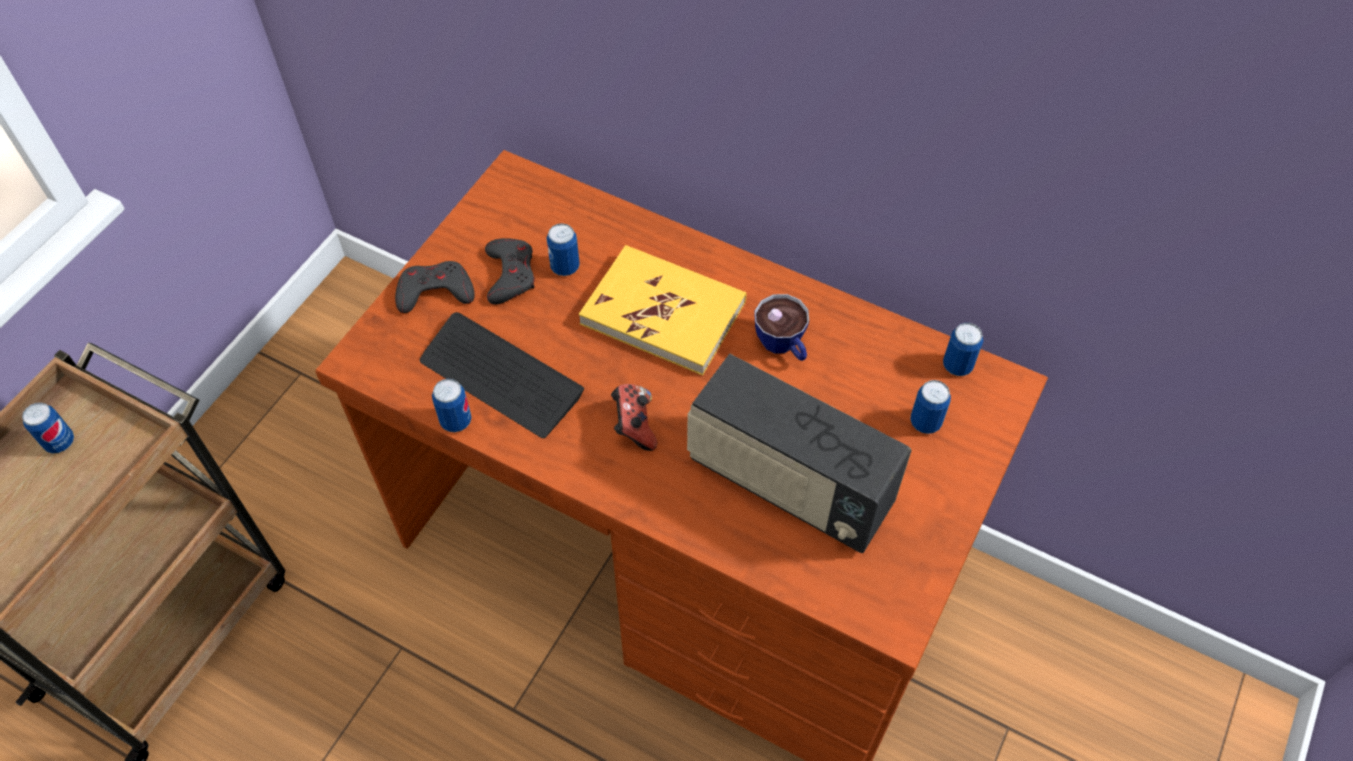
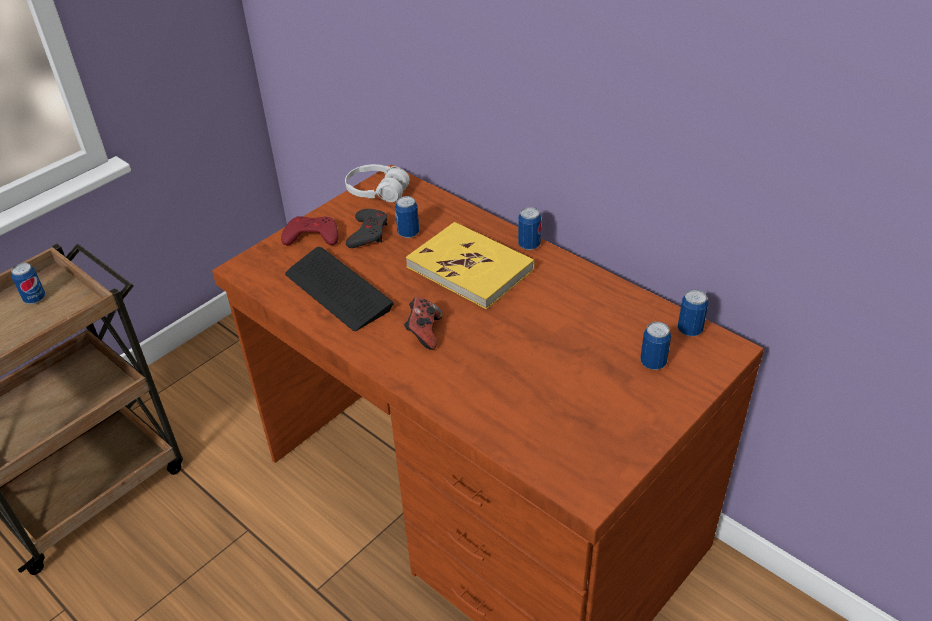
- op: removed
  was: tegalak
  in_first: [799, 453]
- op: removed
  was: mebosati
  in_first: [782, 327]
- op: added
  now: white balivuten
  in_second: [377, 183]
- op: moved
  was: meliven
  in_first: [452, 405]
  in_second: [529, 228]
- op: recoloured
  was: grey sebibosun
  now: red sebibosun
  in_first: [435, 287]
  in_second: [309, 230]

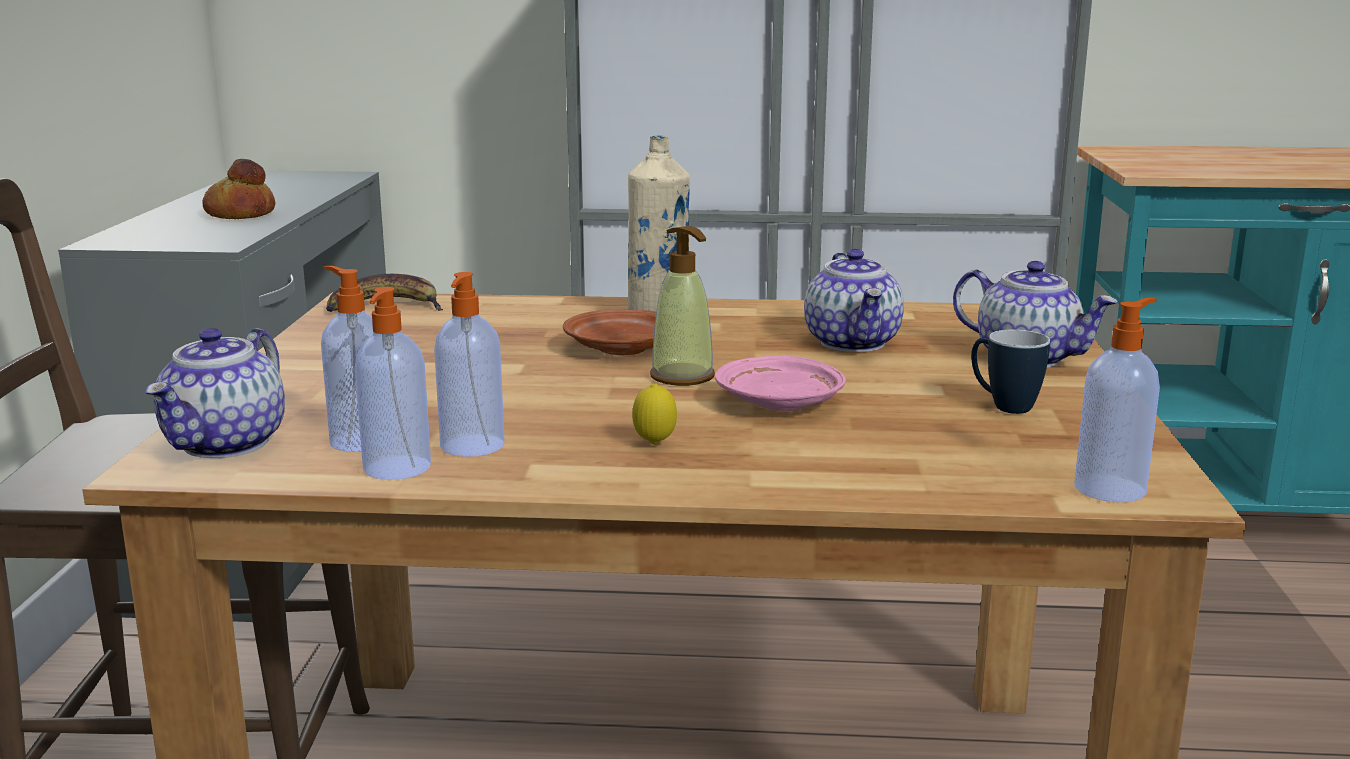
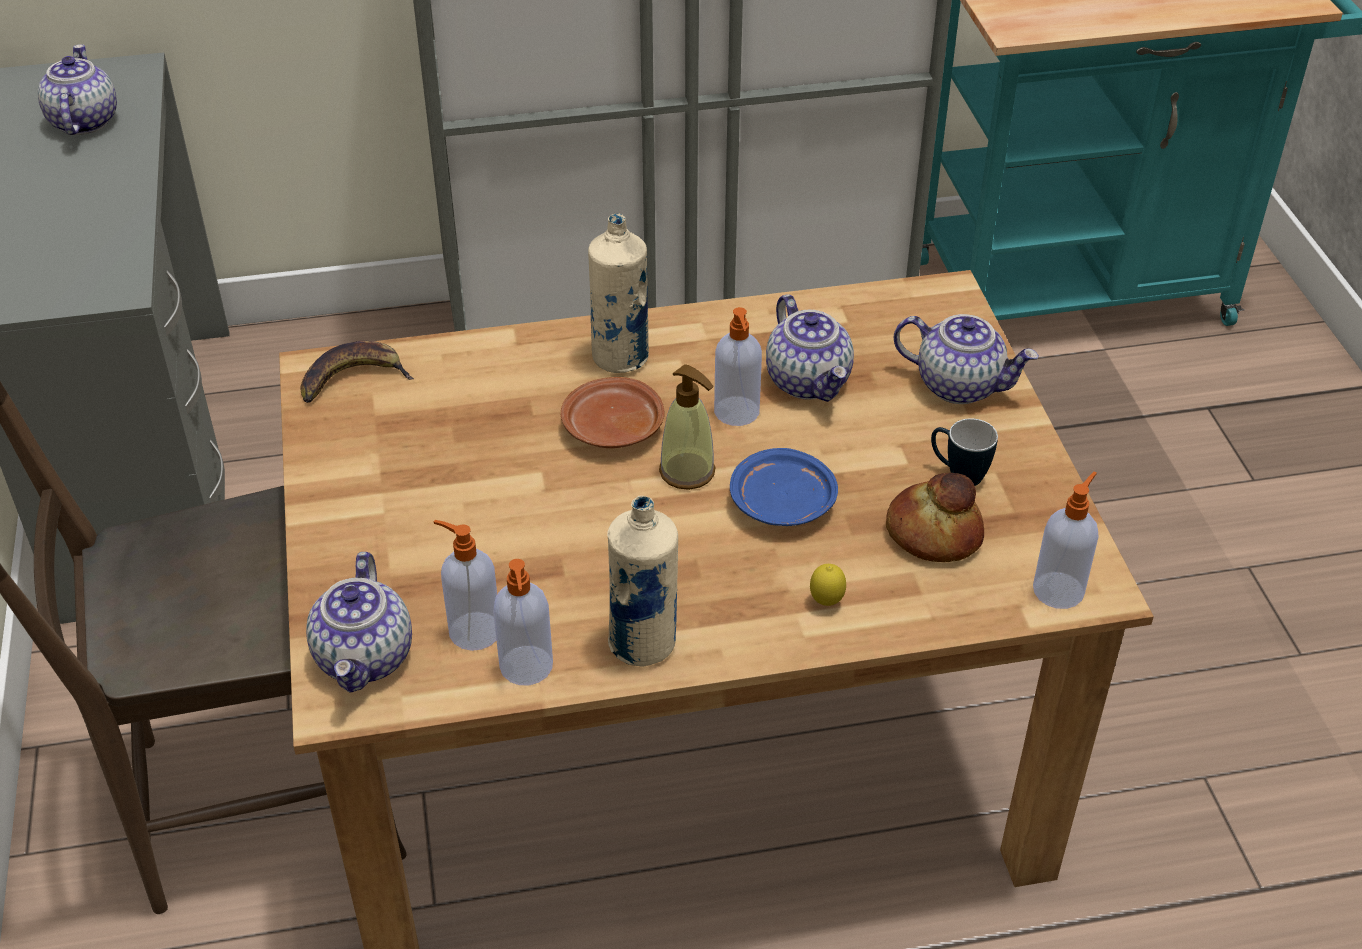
- op: added
  now: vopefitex
  in_second: [77, 89]
- op: added
  now: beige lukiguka
  in_second: [642, 581]
- op: moved
  was: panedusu
  in_first: [238, 189]
  in_second: [935, 517]
- op: moved
  was: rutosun
  in_first: [469, 364]
  in_second: [738, 366]
- op: moved
  was: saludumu
  in_first: [654, 414]
  in_second: [828, 585]
- op: recoloured
  was: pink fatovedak
  now: blue fatovedak
  in_first: [780, 383]
  in_second: [784, 487]

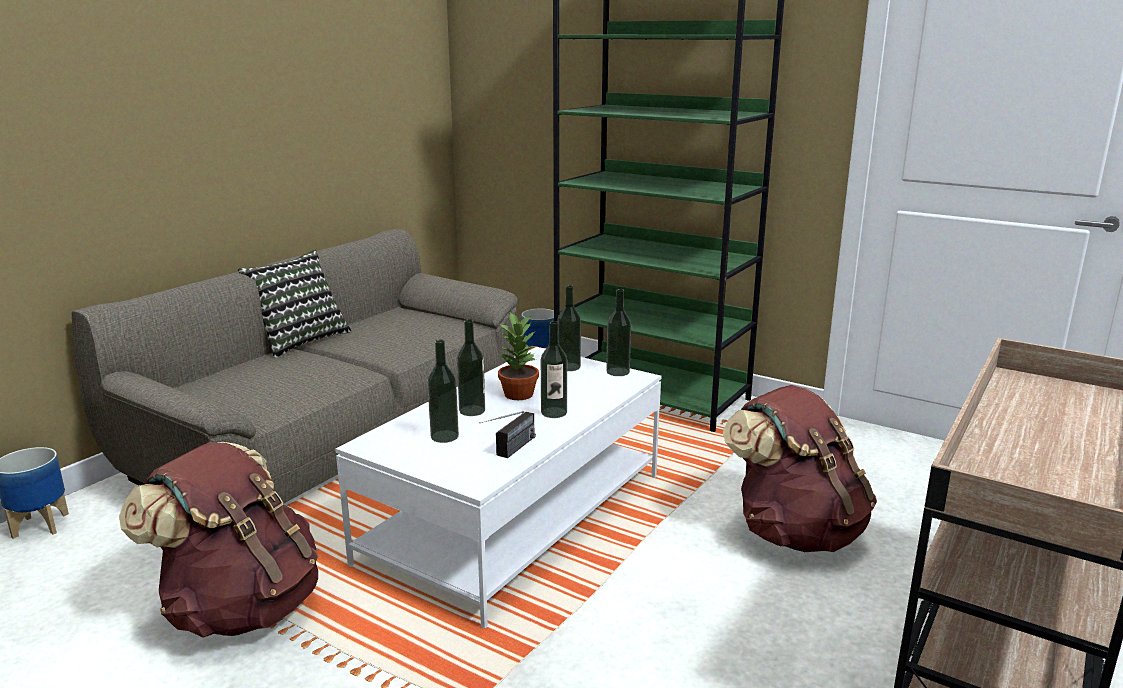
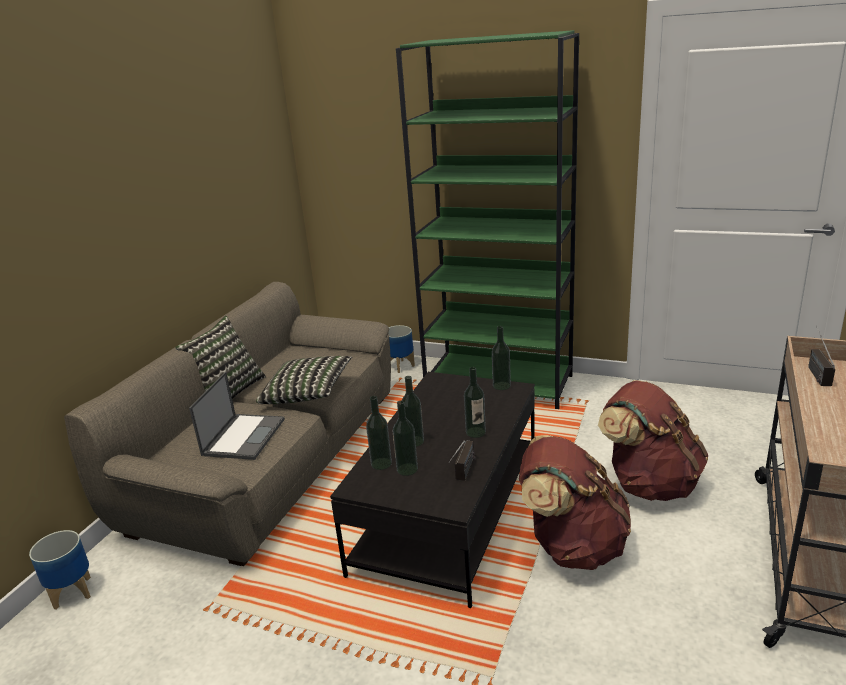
- op: removed
  was: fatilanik
  in_first: [518, 356]
- op: added
  now: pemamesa
  in_second: [237, 416]
- op: added
  now: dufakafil
  in_second: [304, 380]
- op: added
  now: tegalak
  in_second: [821, 356]
- op: moved
  was: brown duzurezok
  in_first: [218, 540]
  in_second: [575, 502]
- op: moved
  was: lukiguka
  in_first: [569, 328]
  in_second: [379, 433]
- op: recoloured
  was: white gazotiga
  now: black gazotiga
  in_first: [498, 487]
  in_second: [432, 490]

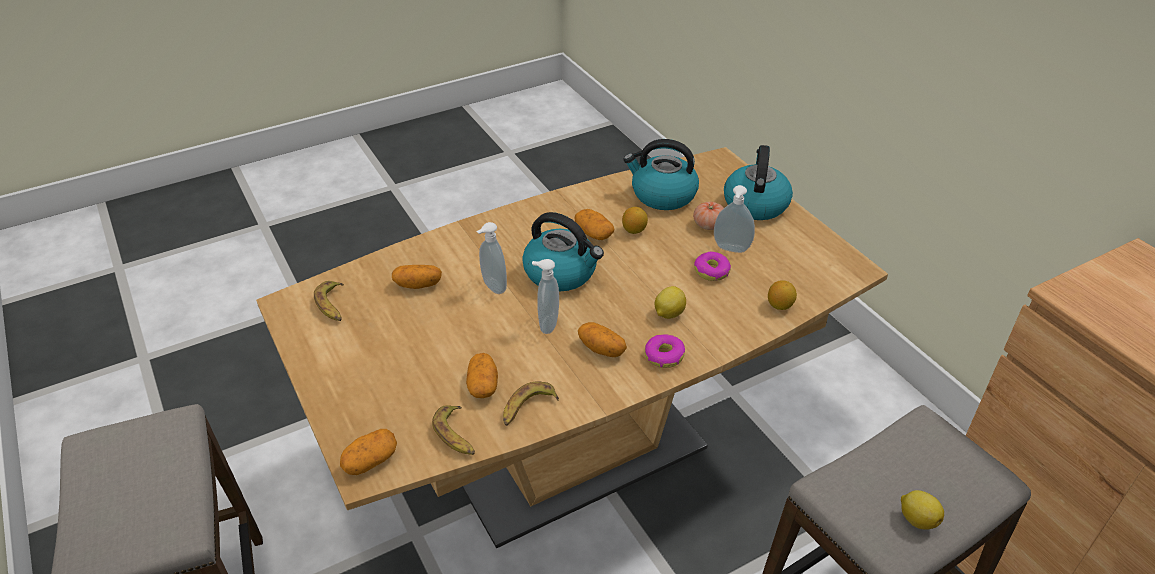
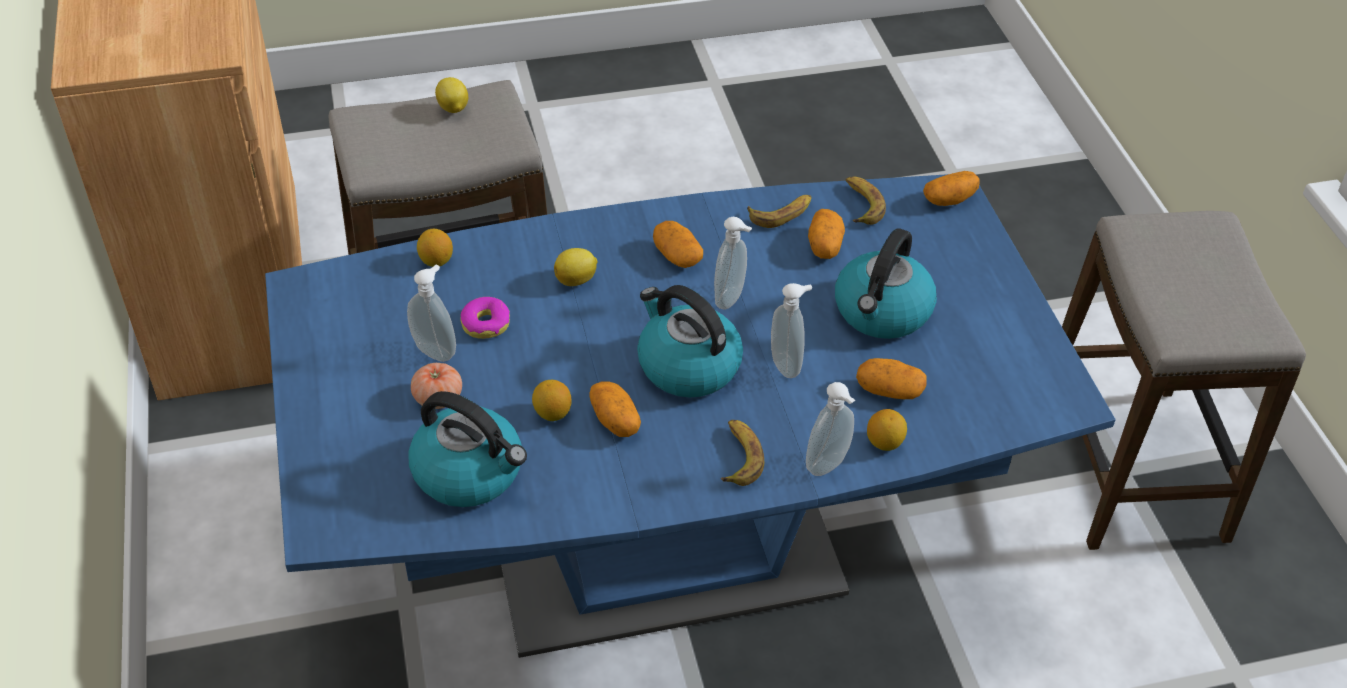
- op: removed
  was: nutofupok
  in_first: [665, 351]
- op: added
  now: rutosun
  in_second: [830, 429]
- op: added
  now: saludumu
  in_second: [887, 430]
- op: moved
  was: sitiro
  in_first: [329, 301]
  in_second: [742, 453]
- op: moved
  was: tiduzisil
  in_first: [758, 182]
  in_second: [886, 283]
- op: recoloured
  was: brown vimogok
  now: blue vimogok
  in_first: [572, 347]
  in_second: [690, 416]

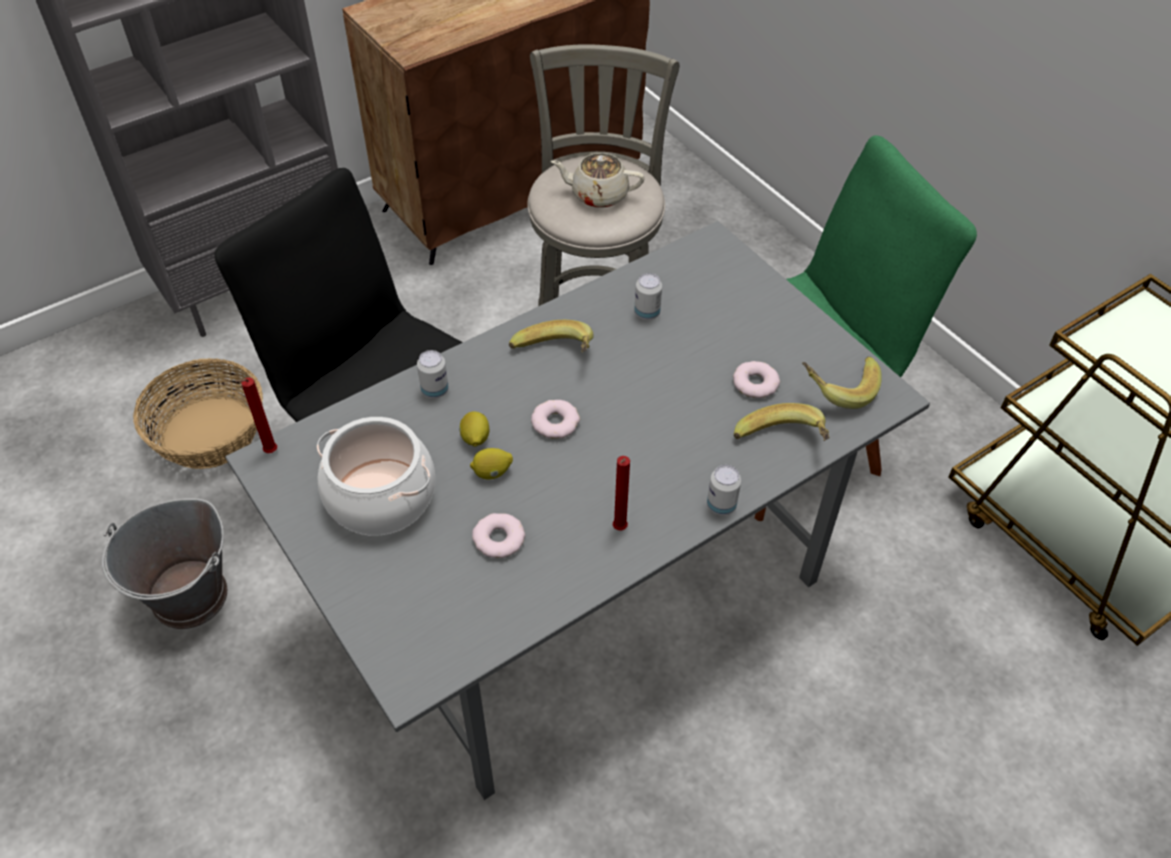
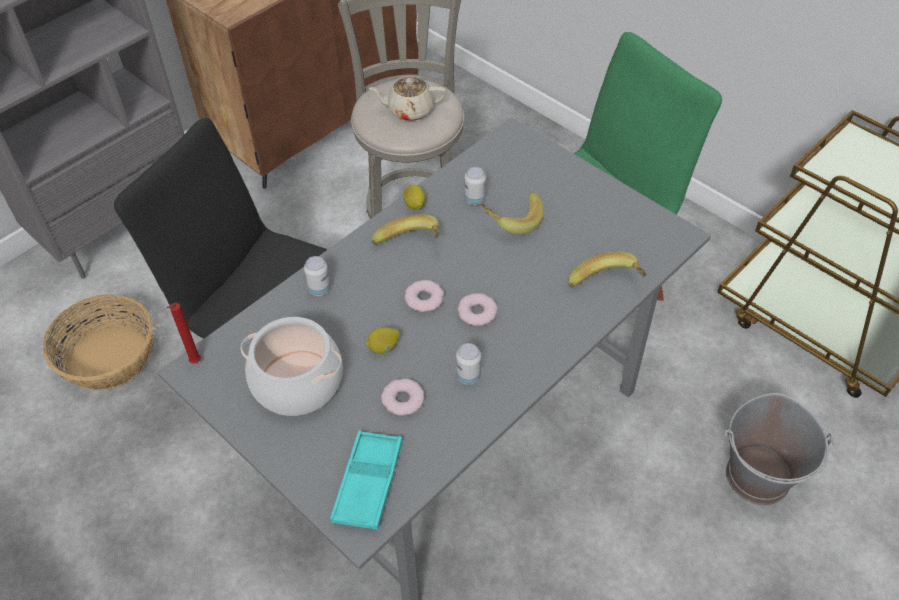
- op: removed
  was: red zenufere
  in_first: [621, 493]
- op: added
  now: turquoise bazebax
  in_second: [366, 480]
- op: moved
  was: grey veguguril
  in_first: [164, 563]
  in_second: [779, 449]
- op: moved
  was: saludumu
  in_first: [474, 429]
  in_second: [414, 197]
- op: moved
  was: meliven
  in_first: [724, 490]
  in_second: [468, 364]
- op: moved
  was: nutofupok
  in_first: [756, 379]
  in_second: [477, 309]
- op: moved
  was: sitiro
  in_first: [842, 383]
  in_second: [512, 213]

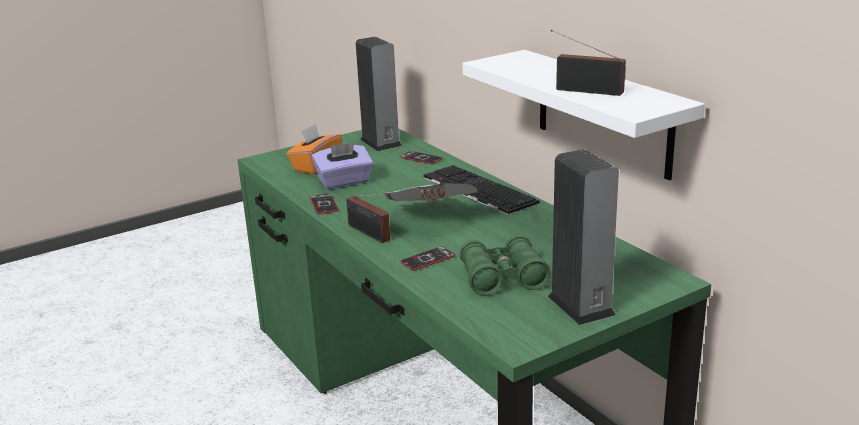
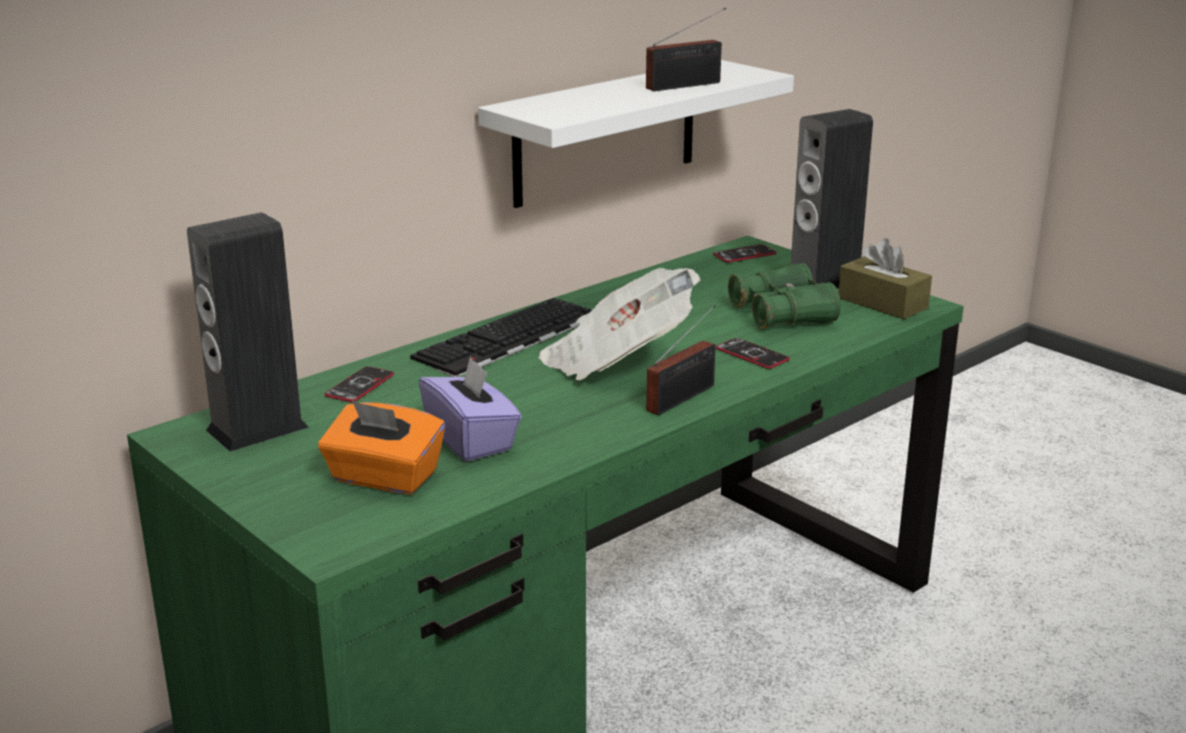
- op: added
  now: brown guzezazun
  in_second: [885, 278]
- op: moved
  was: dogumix
  in_first: [324, 203]
  in_second: [745, 253]
- op: turned
  was: tegalak
  in_first: [588, 63]
  in_second: [686, 49]
  clockwise: -135

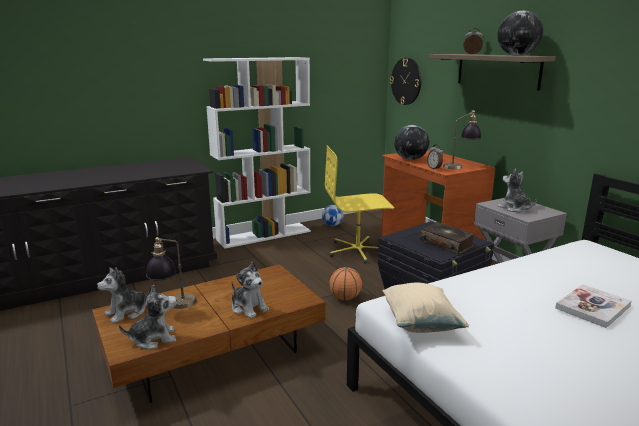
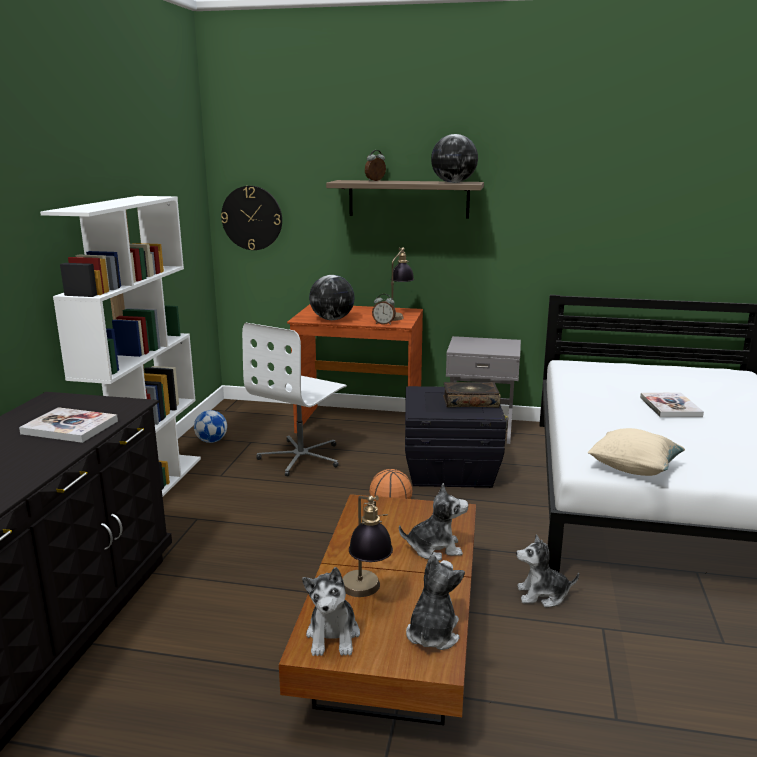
- op: added
  now: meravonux
  in_second: [68, 425]
- op: moved
  was: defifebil
  in_first: [518, 190]
  in_second: [547, 571]
- op: recoloured
  was: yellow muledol
  now: white muledol
  in_first: [359, 204]
  in_second: [294, 399]

